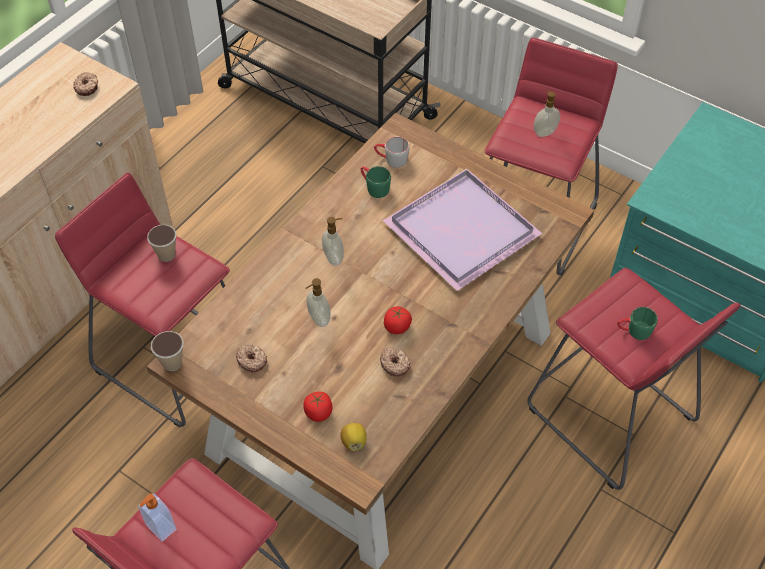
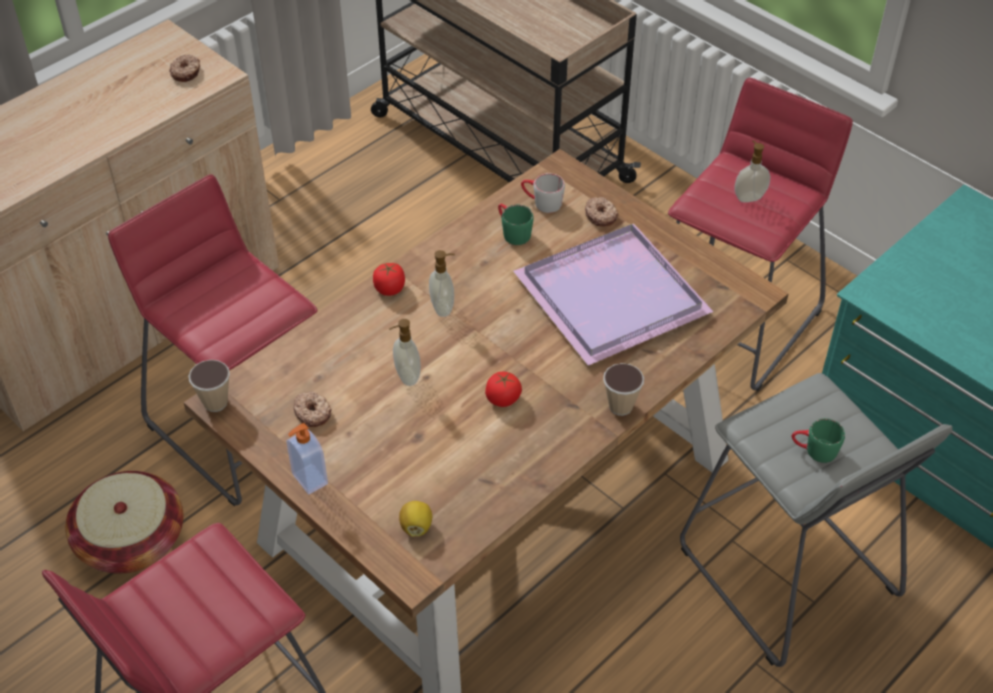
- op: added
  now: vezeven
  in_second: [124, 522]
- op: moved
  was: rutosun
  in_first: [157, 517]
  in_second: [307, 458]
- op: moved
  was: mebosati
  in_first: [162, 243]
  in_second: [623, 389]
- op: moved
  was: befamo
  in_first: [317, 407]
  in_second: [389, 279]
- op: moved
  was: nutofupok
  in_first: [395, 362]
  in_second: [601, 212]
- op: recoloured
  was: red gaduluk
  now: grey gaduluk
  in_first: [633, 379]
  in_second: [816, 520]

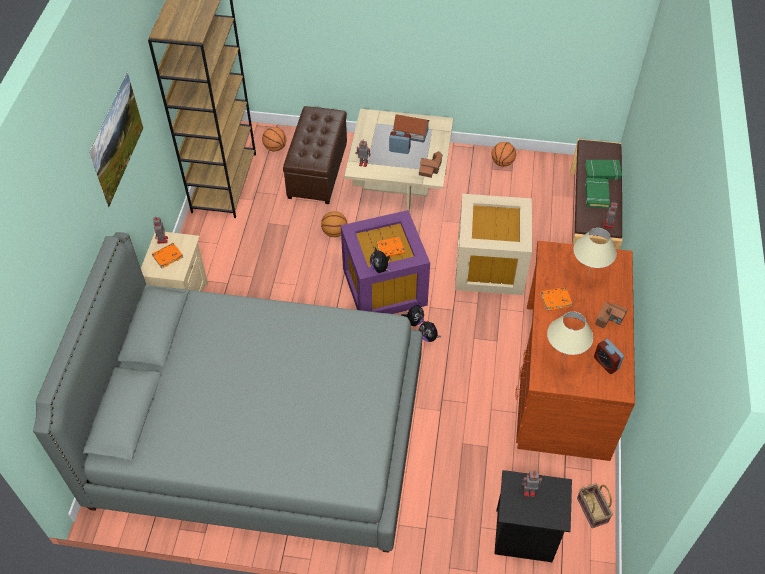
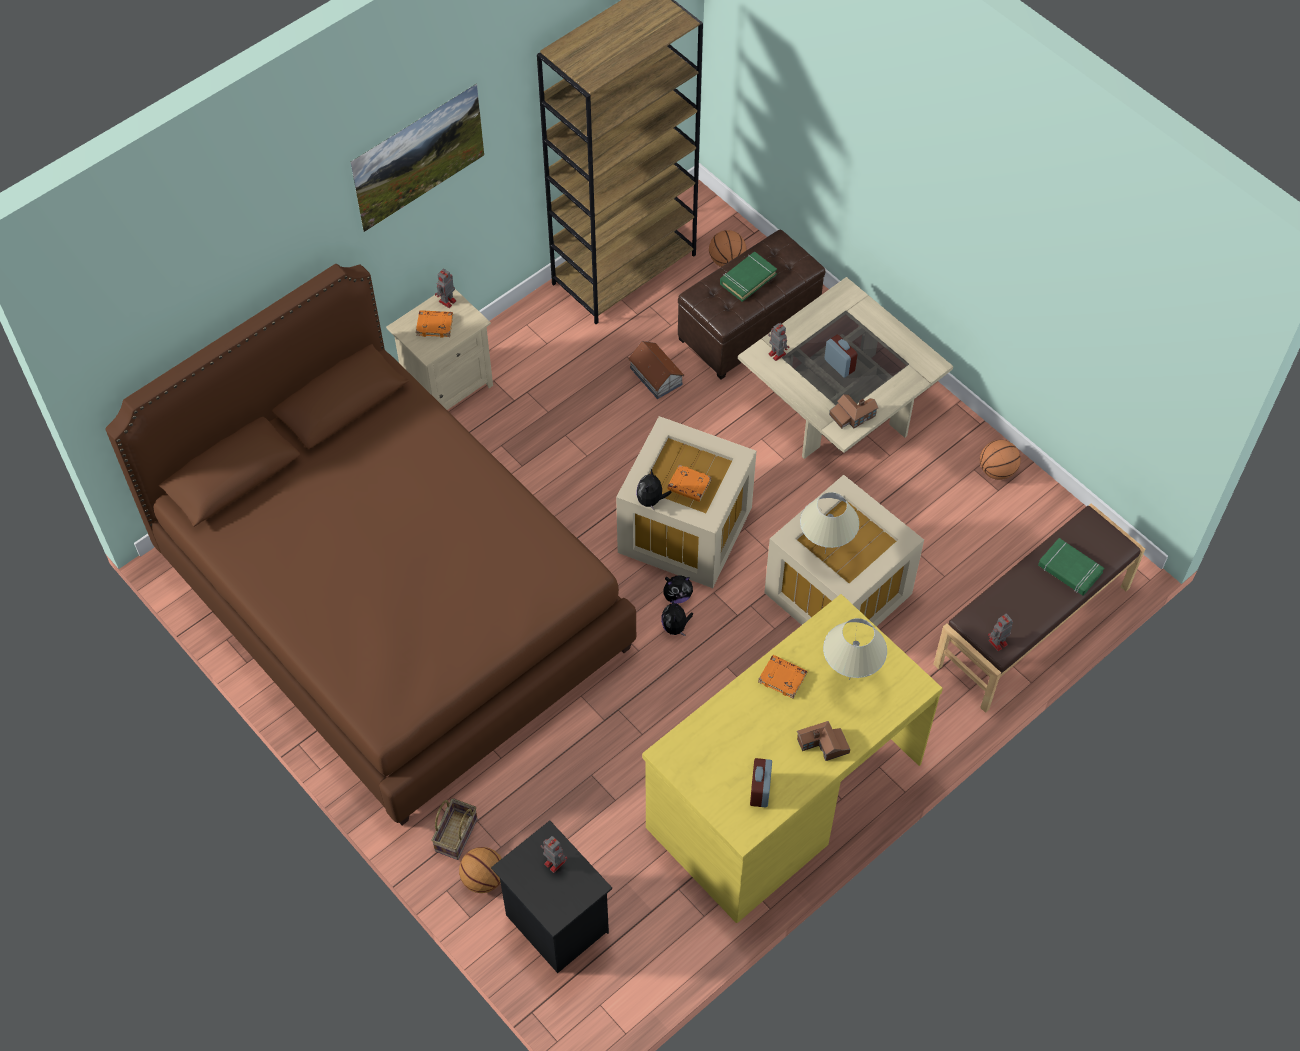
- op: moved
  was: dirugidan
  in_first: [334, 224]
  in_second: [480, 870]
- op: moved
  was: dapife
  in_first: [411, 128]
  in_second: [656, 370]
- op: moved
  was: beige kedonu
  in_first: [570, 336]
  in_second: [829, 522]
- op: moved
  was: vezeven
  in_first: [595, 506]
  in_second: [454, 829]
- op: moved
  was: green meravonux
  in_first: [597, 193]
  in_second: [748, 277]
- op: recoloured
  was: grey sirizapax
  now: brown sirizapax
  in_first: [227, 392]
  in_second: [370, 544]
- op: recoloured
  was: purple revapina
  now: beige revapina
  in_first: [385, 262]
  in_second: [686, 502]
- op: recoloured
  was: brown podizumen
  now: yellow podizumen
  in_first: [575, 351]
  in_second: [792, 758]

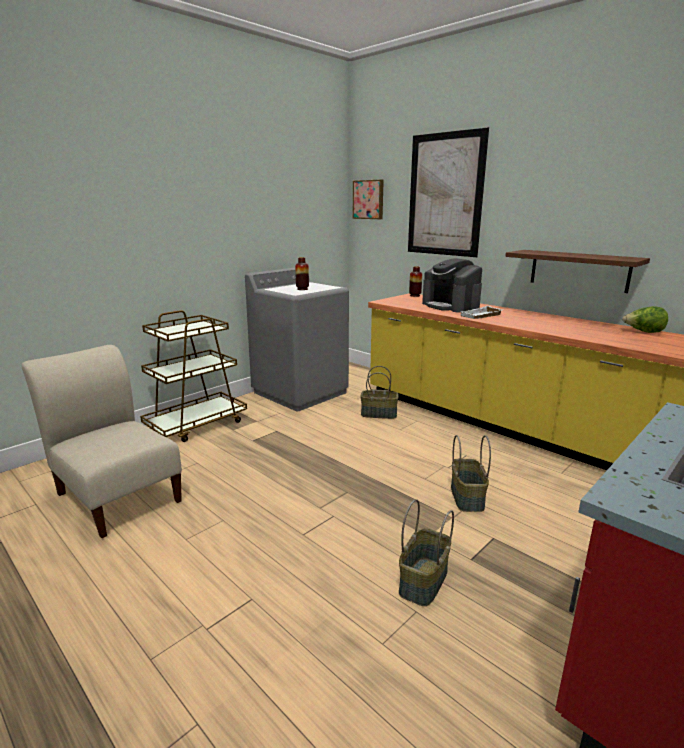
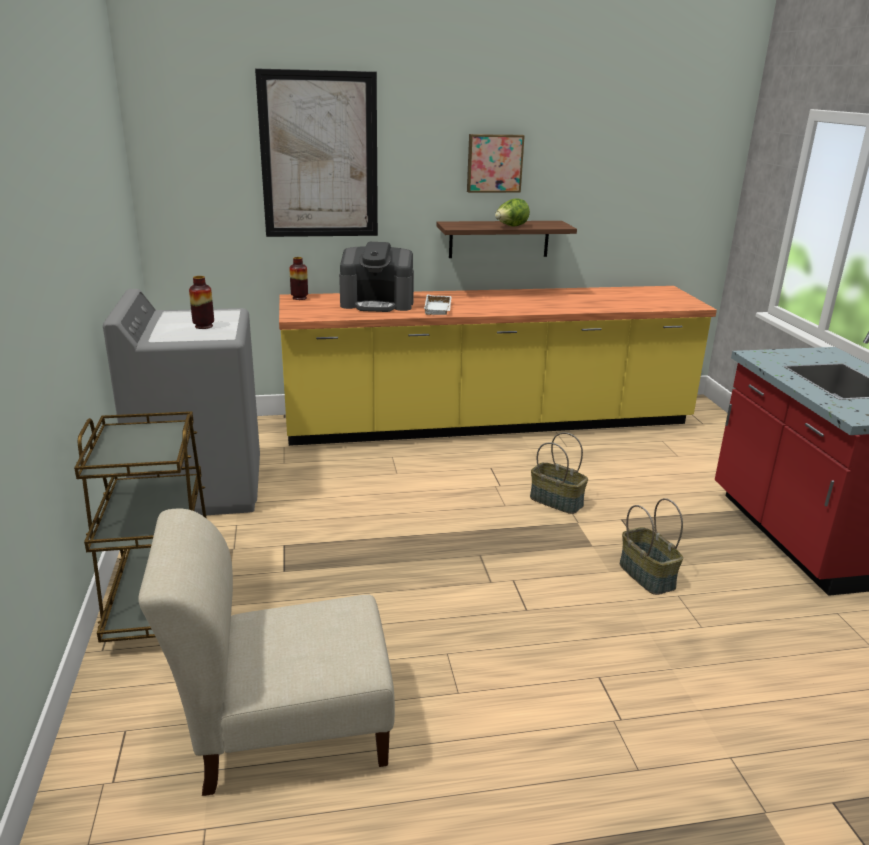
- op: removed
  was: vezeven
  in_first: [379, 392]
- op: moved
  was: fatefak
  in_first: [368, 199]
  in_second: [496, 163]
- op: moved
  was: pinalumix
  in_first: [645, 319]
  in_second: [512, 212]

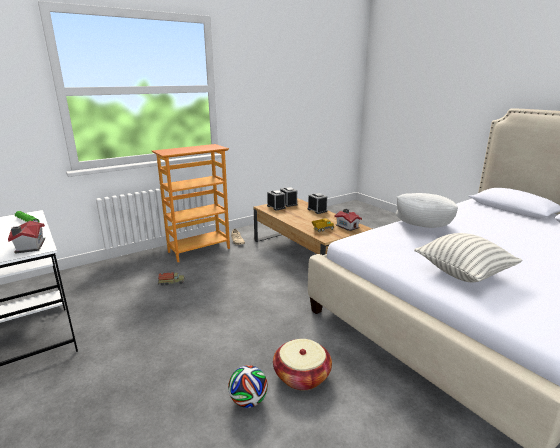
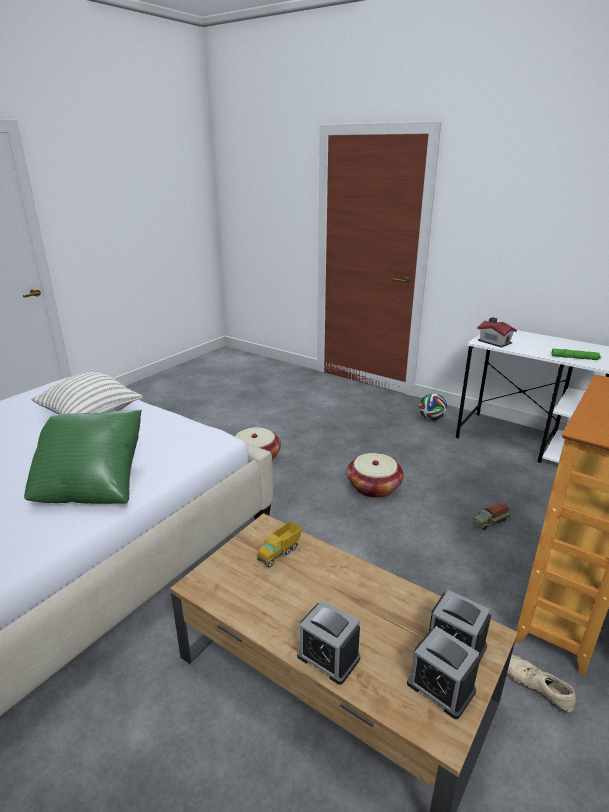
- op: removed
  was: dapife
  in_first: [348, 220]
- op: added
  now: vezeven
  in_second: [375, 475]
- op: moved
  was: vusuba
  in_first: [248, 386]
  in_second: [433, 407]
- op: recoloured
  was: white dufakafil
  now: green dufakafil
  in_first: [427, 210]
  in_second: [83, 457]

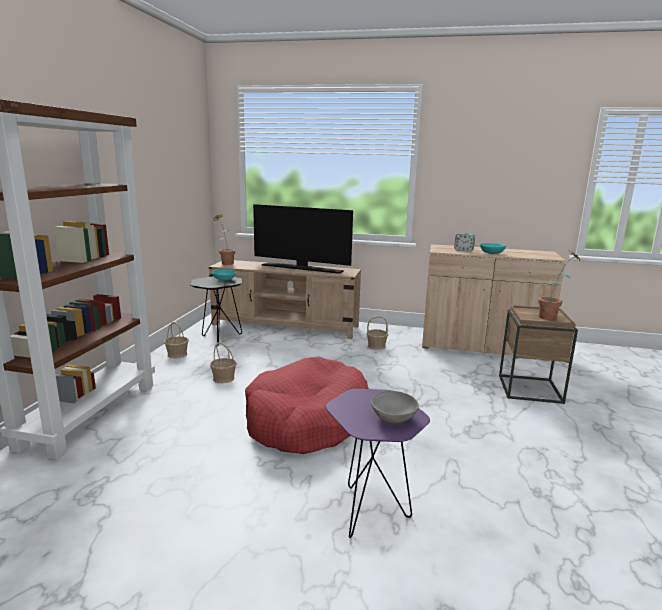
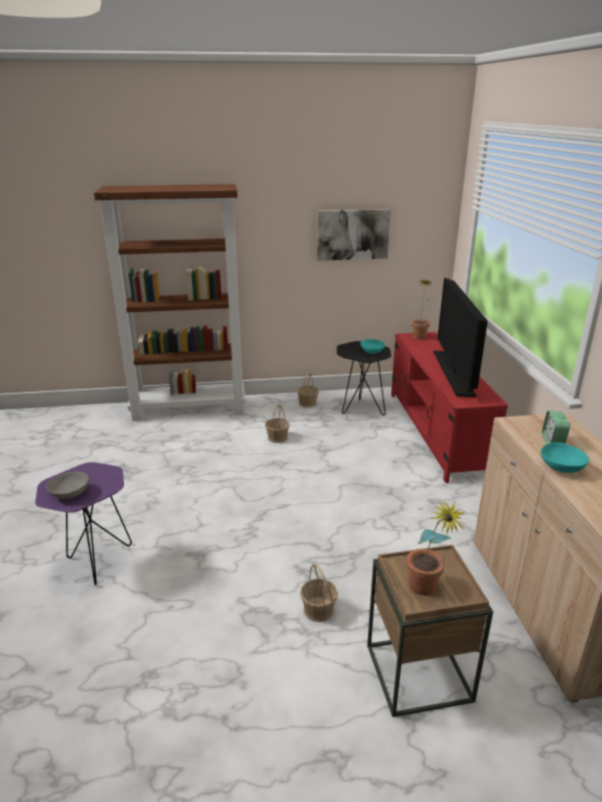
- op: removed
  was: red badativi
  in_first: [307, 405]
- op: added
  now: fatefak
  in_second: [354, 235]
- op: moved
  was: vezeven
  in_first: [377, 333]
  in_second: [319, 592]
- op: recoloured
  was: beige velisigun
  now: red velisigun
  in_first: [285, 299]
  in_second: [449, 407]

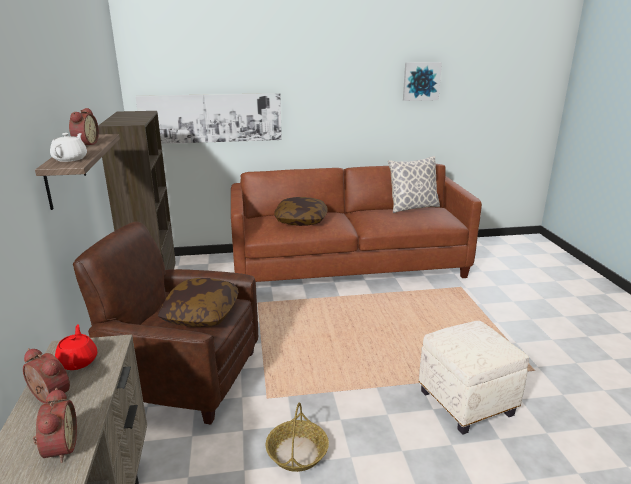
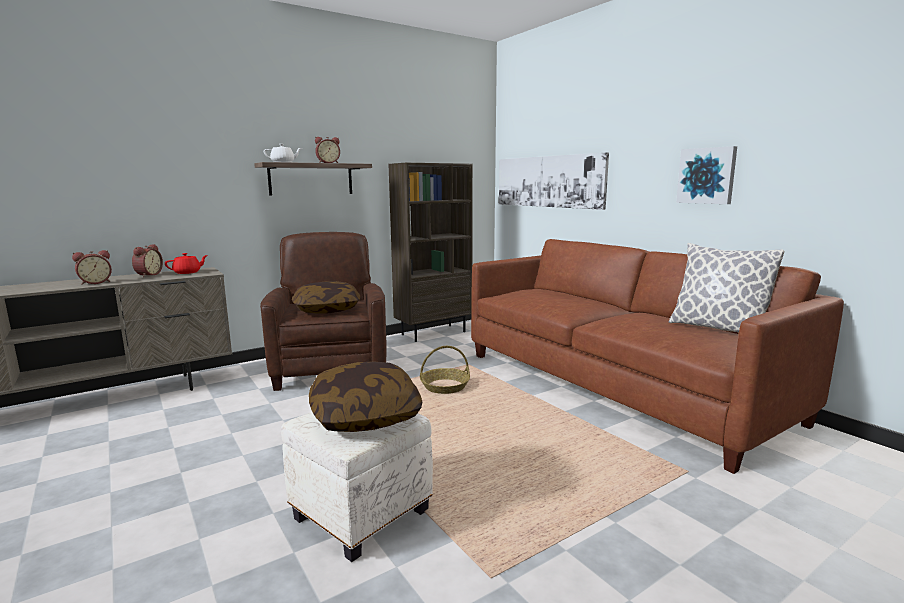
- op: moved
  was: vezeven
  in_first: [297, 437]
  in_second: [445, 370]
- op: moved
  was: dufakafil
  in_first: [301, 211]
  in_second: [365, 397]
- op: moved
  was: fatefak
  in_first: [422, 81]
  in_second: [706, 175]

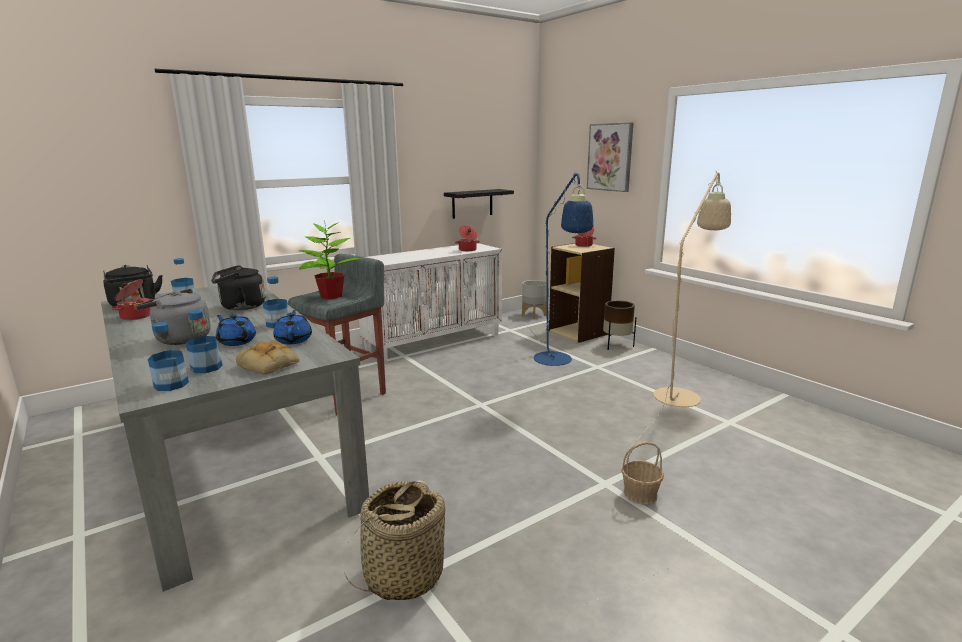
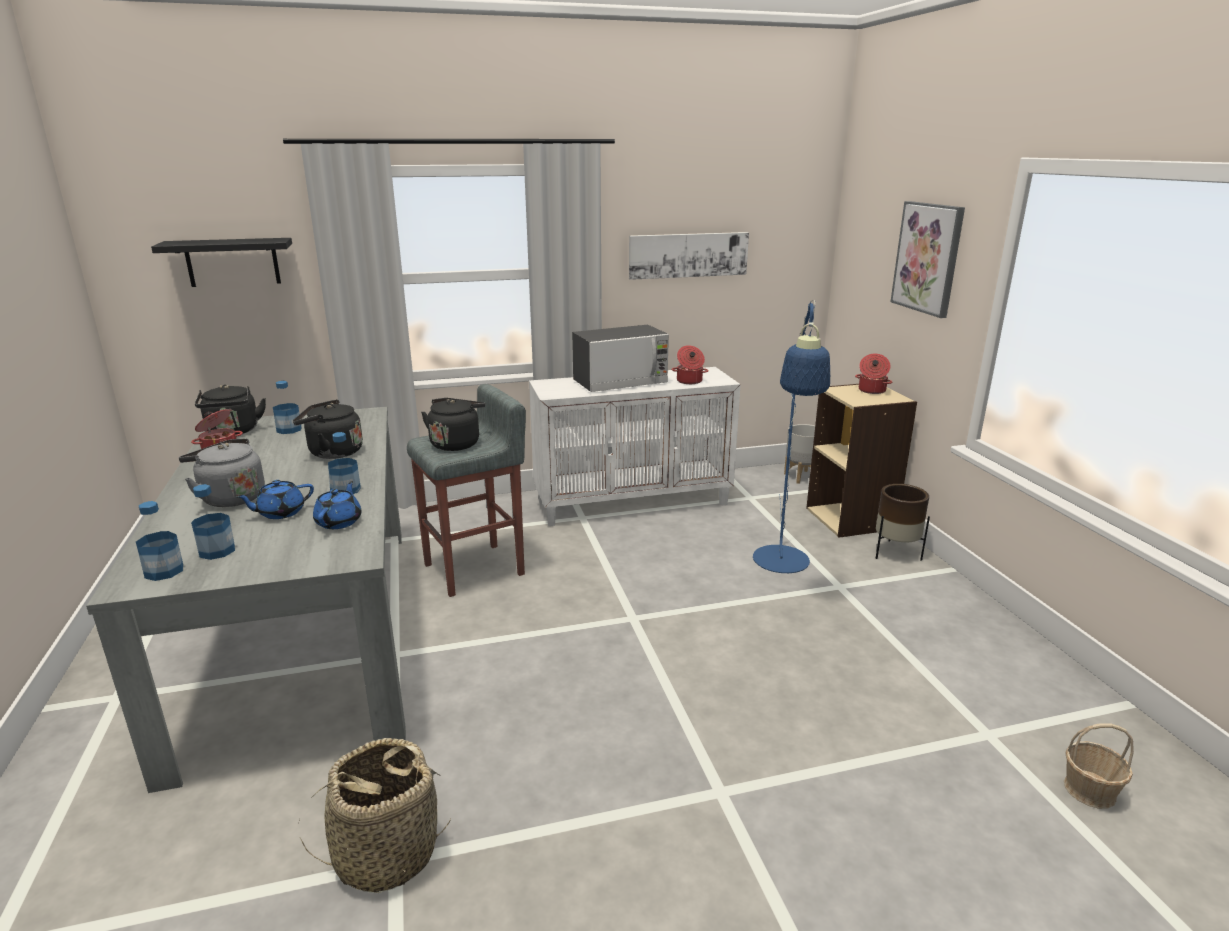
- op: removed
  was: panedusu
  in_first: [267, 357]
- op: removed
  was: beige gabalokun
  in_first: [679, 310]
- op: added
  now: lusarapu
  in_second: [620, 358]
- op: added
  now: fatefak
  in_second: [689, 256]
- op: moved
  was: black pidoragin
  in_first: [479, 204]
  in_second: [221, 262]
- op: moved
  was: vezeven
  in_first: [642, 472]
  in_second: [1099, 766]
- op: replaced
  was: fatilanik
  now: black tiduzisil
  in_first: [330, 259]
  in_second: [453, 424]
- op: turned
  was: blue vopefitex
  in_first: [236, 330]
  in_second: [274, 499]
  clockwise: -90

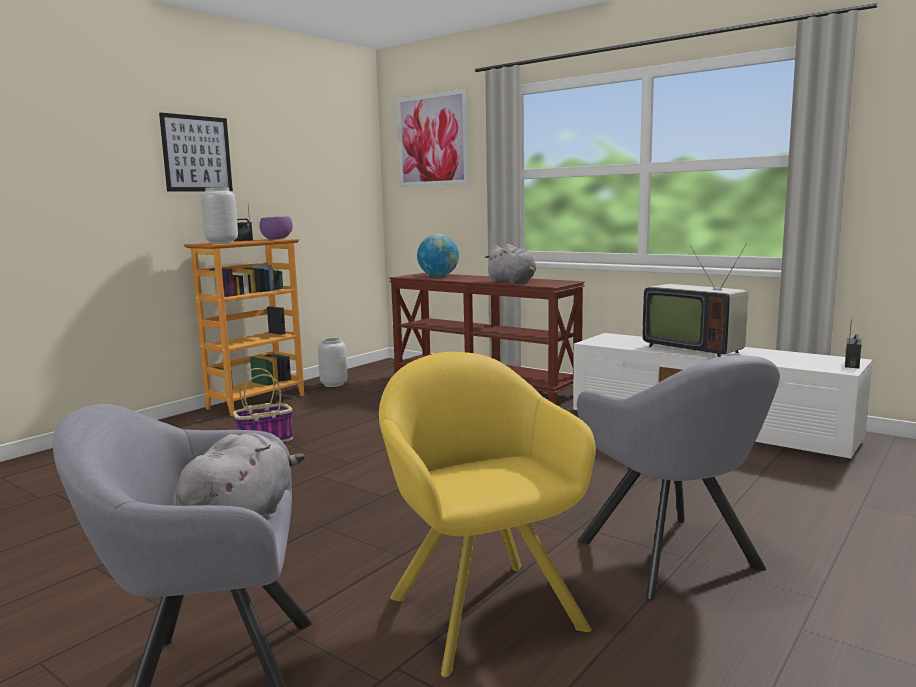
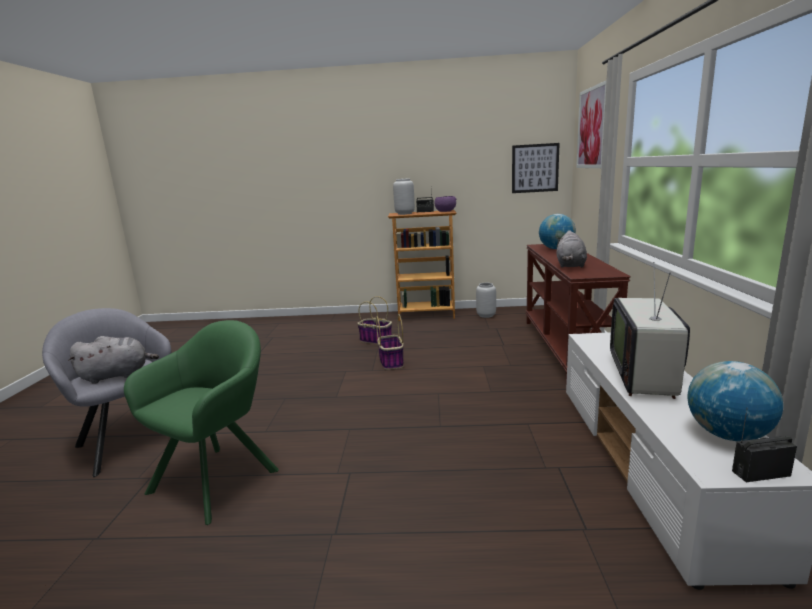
- op: removed
  was: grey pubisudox
  in_first: [678, 477]
- op: added
  now: vezeven
  in_second: [390, 342]
- op: added
  now: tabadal
  in_second: [735, 401]
- op: moved
  was: fatefak
  in_first: [196, 152]
  in_second: [536, 168]
- op: recoloured
  was: yellow pubisudox
  now: green pubisudox
  in_first: [487, 514]
  in_second: [201, 422]

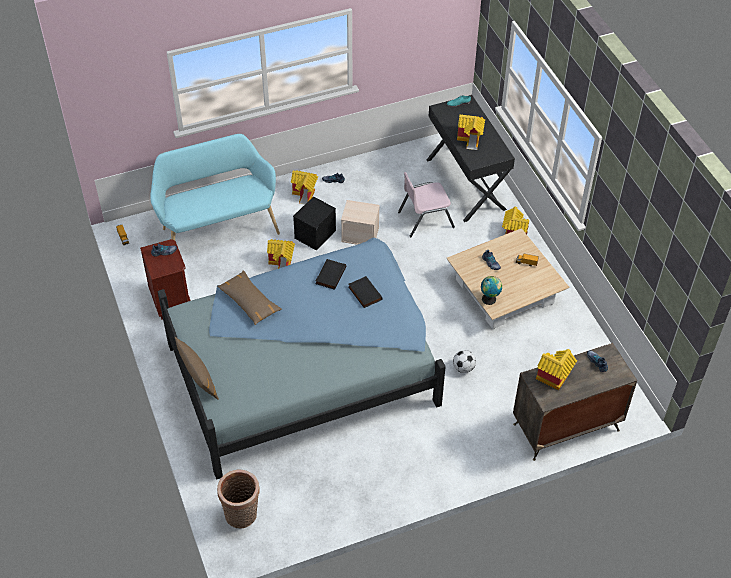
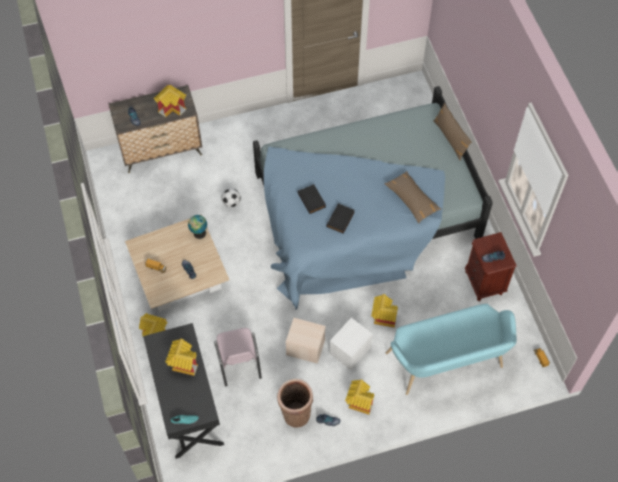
- op: moved
  was: vezeven
  in_first: [238, 499]
  in_second: [295, 403]
- op: recoloured
  was: black revapina
  now: white revapina
  in_first: [314, 223]
  in_second: [351, 344]
- op: turned
  was: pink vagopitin
  in_first: [426, 204]
  in_second: [238, 357]
  clockwise: 90

